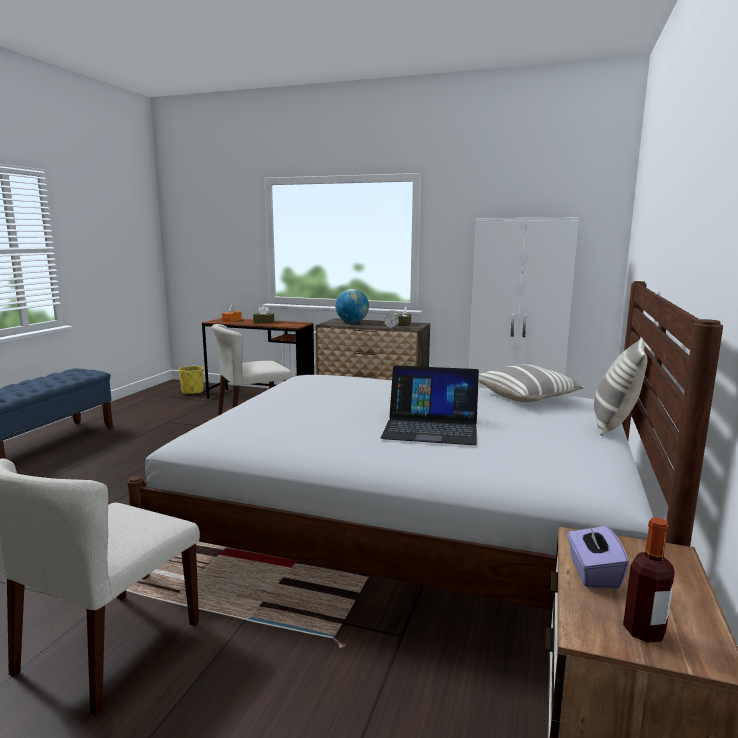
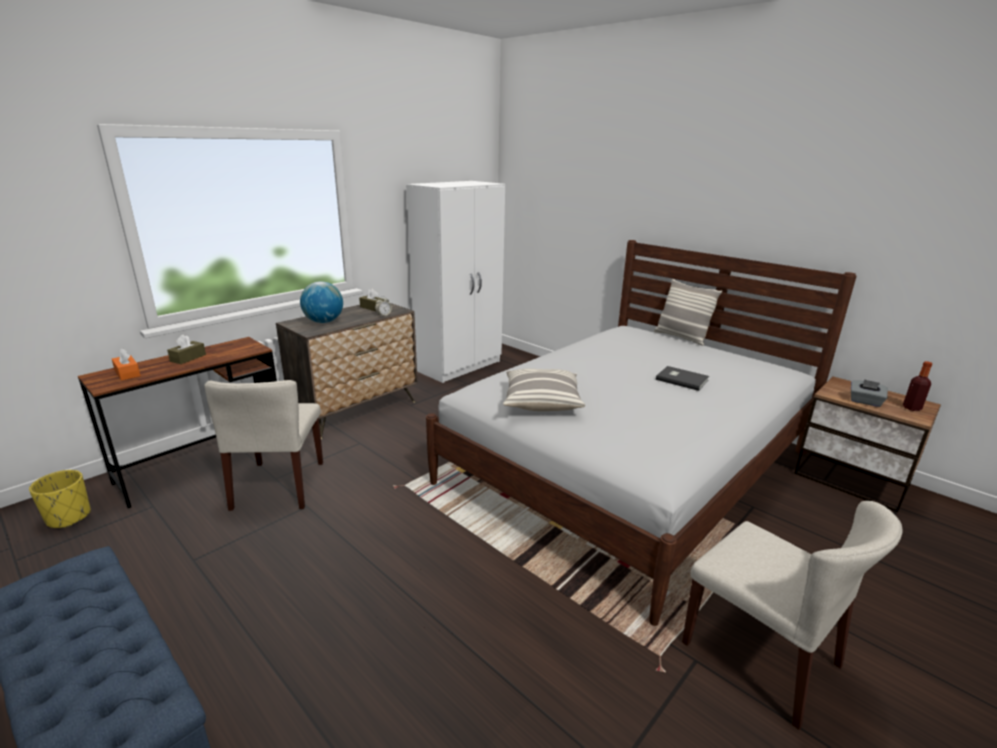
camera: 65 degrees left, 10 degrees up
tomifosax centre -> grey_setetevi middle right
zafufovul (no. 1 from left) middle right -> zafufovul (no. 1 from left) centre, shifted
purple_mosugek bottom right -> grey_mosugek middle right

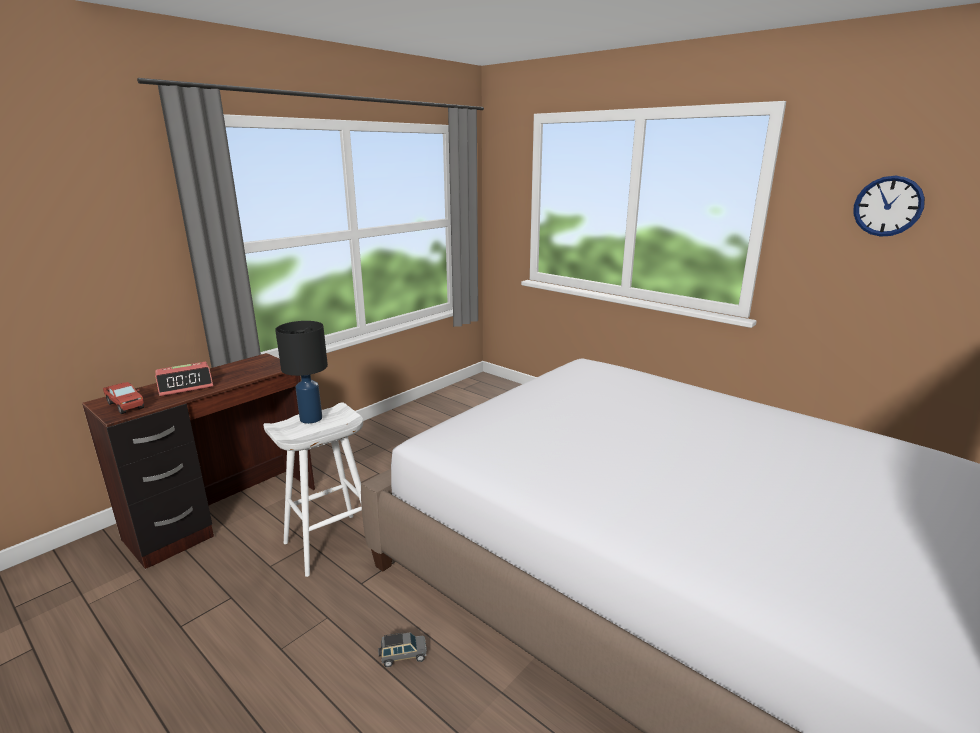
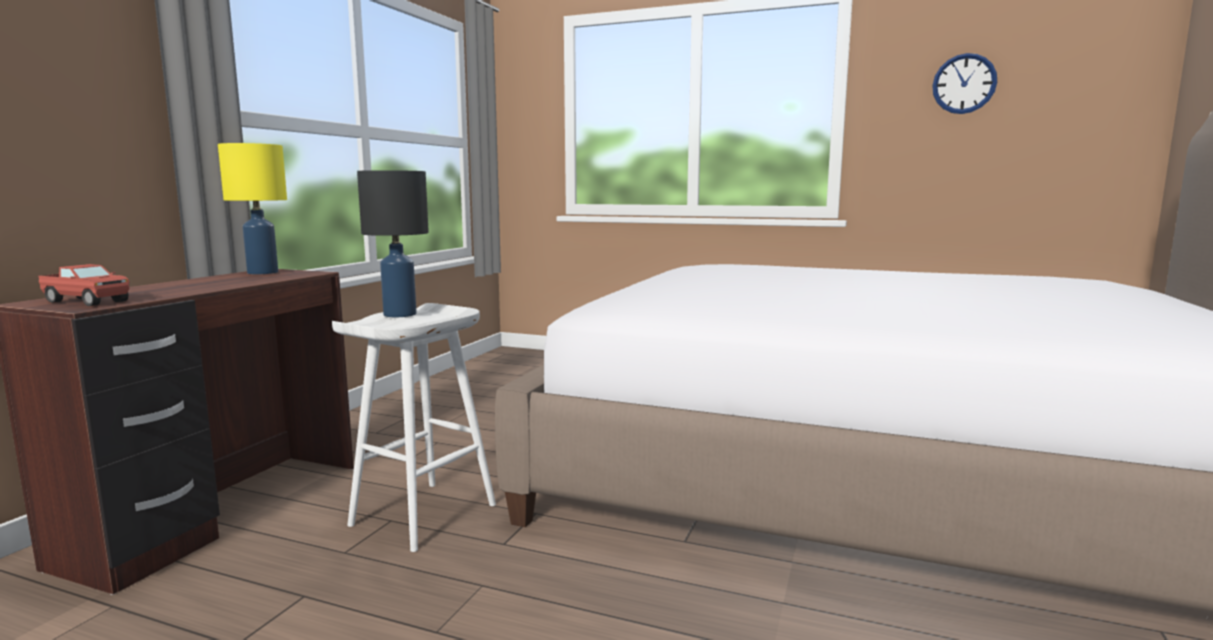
camera: 20 degrees left, 10 degrees down
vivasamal middle left -> none
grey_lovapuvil bottom centre -> none
none -> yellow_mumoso top left

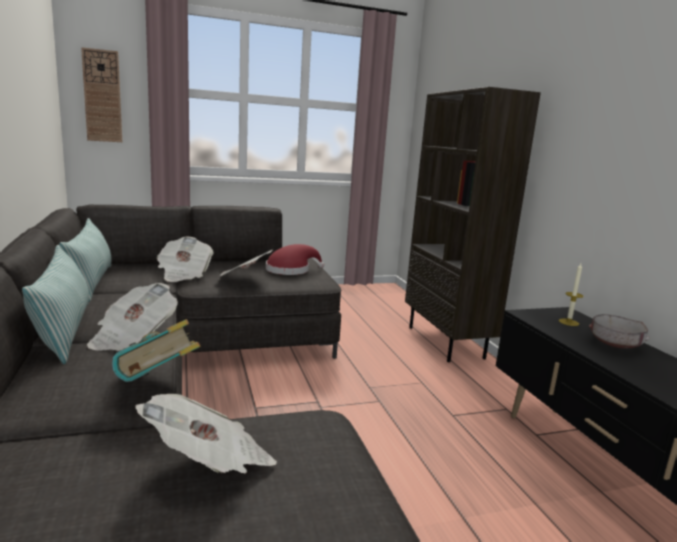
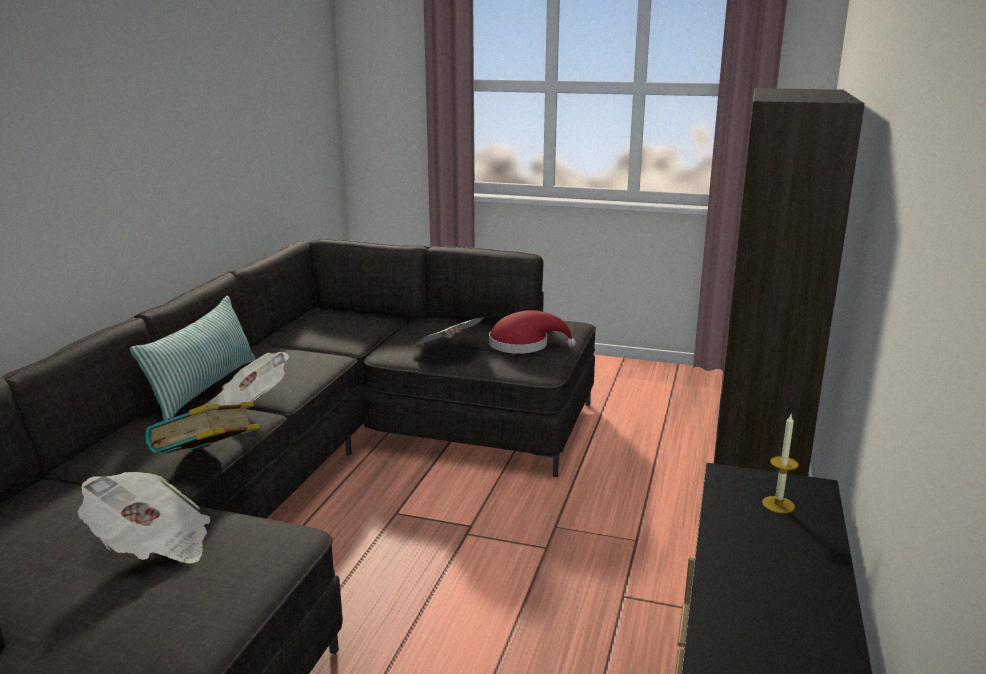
camera: 35 degrees right, 5 degrees up
zafufovul (no. 2 from left) middle left -> none
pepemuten top left -> none
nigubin (no. 2 from left) middle left -> none
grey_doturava middle right -> none

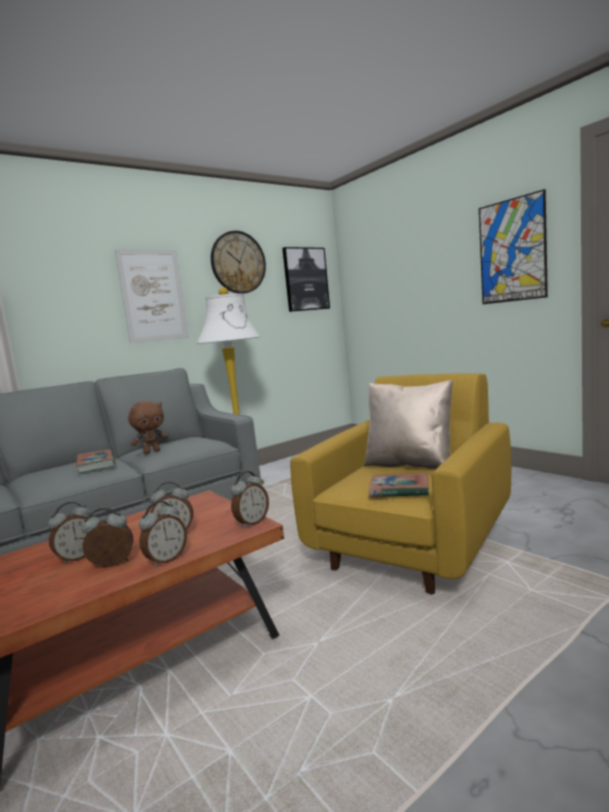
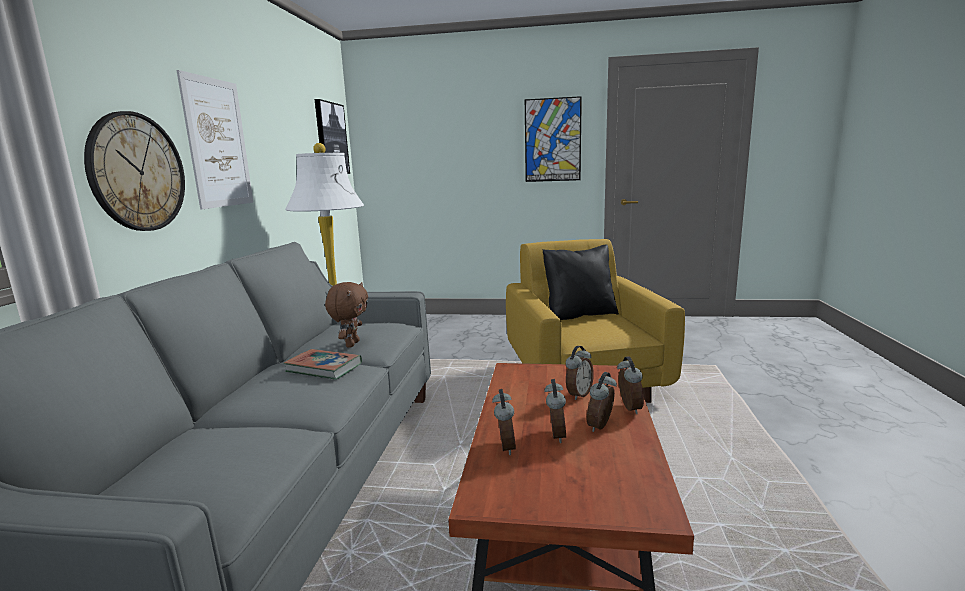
camera: 45 degrees left, 5 degrees up
pepemuten top centre -> pepemuten top left, shifted
vivasamal (no. 5 from left in the first image) centre -> vivasamal (no. 1 from left) bottom centre, shifted
beige_zafufovul middle right -> black_zafufovul centre
setetevi (no. 2 from left) centre -> none

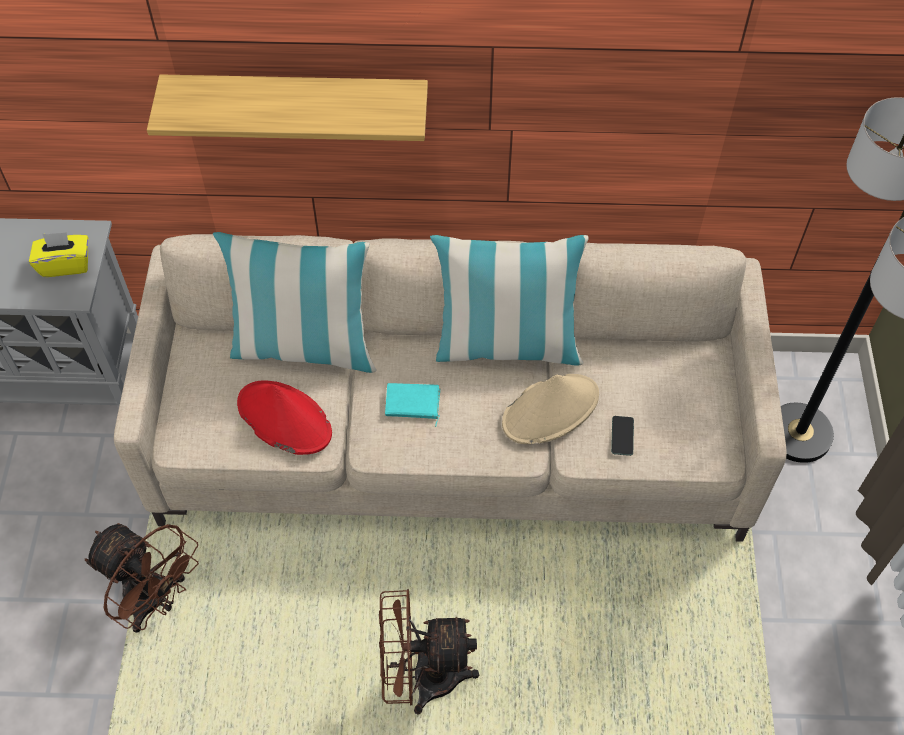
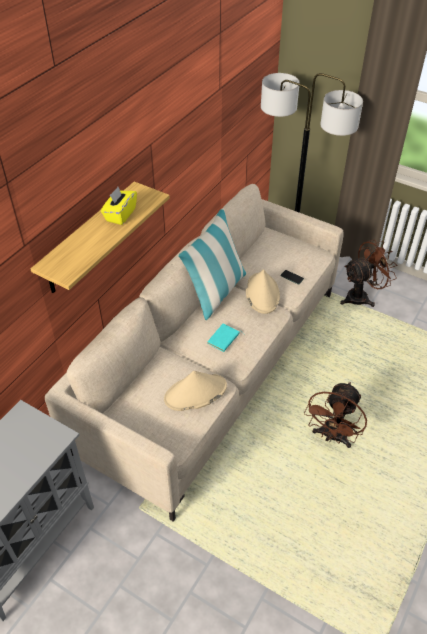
camera: 60 degrees left, 10 degrees down
yellow_mosugek middle left -> yellow_mosugek top left, shifted
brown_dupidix (no. 1 from left in the first image) bottom left -> brown_dupidix (no. 2 from left) middle right, shifted
zafufovul (no. 1 from left) middle left -> none
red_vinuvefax middle left -> beige_vinuvefax (no. 1 from left) centre

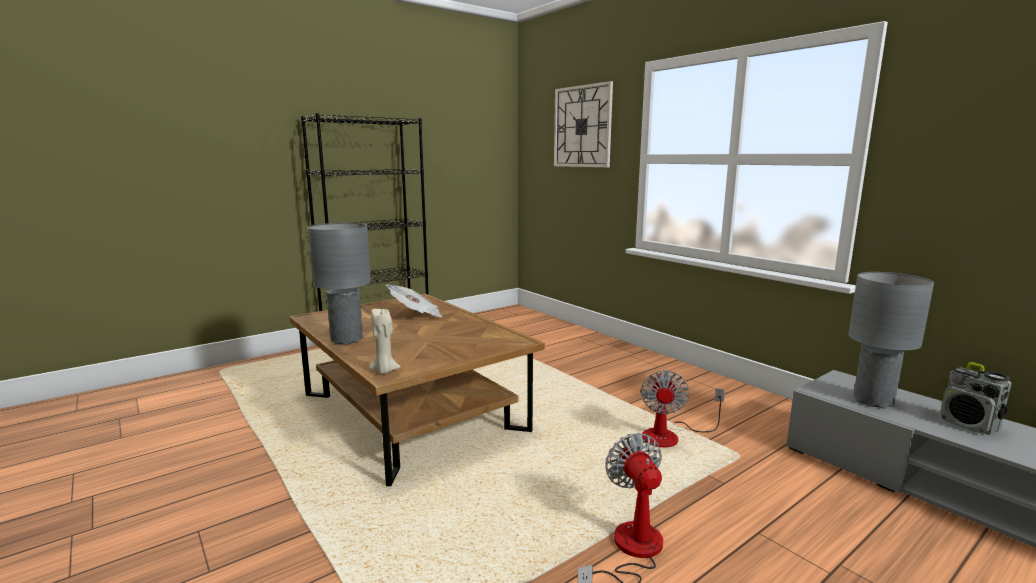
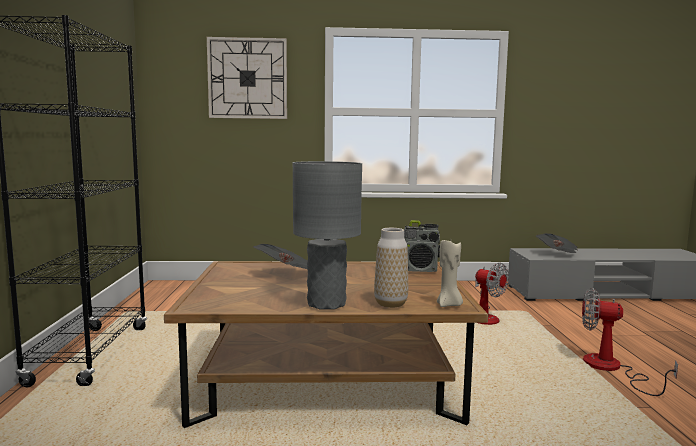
camera: 55 degrees left, 5 degrees down
grey_mumoso (no. 2 from left) middle right -> nigubin (no. 2 from left) middle right
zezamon bottom right -> zezamon centre, shifted
none -> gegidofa centre

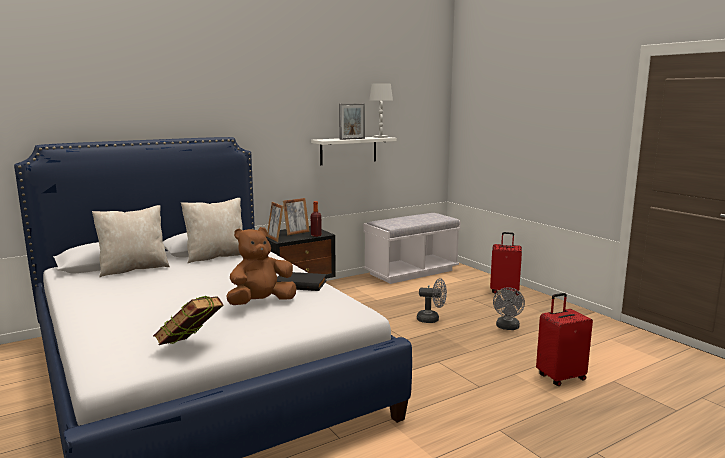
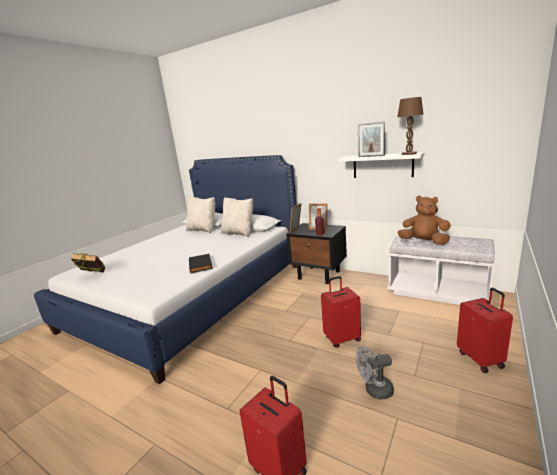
camera: 65 degrees right, 5 degrees up
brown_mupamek centre -> brown_mupamek middle right, shifted
white_mumoso top centre -> brown_mumoso top right
grey_dupidix (no. 1 from left) centre -> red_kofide (no. 2 from left) centre

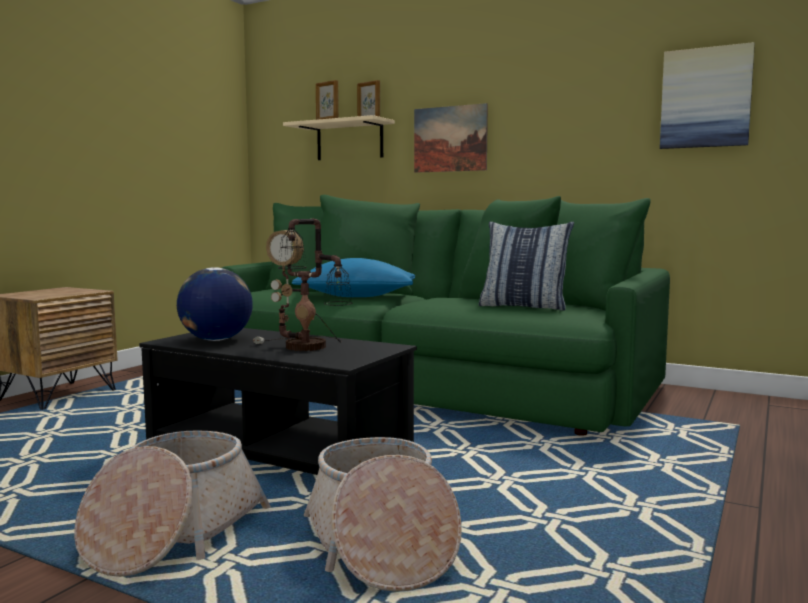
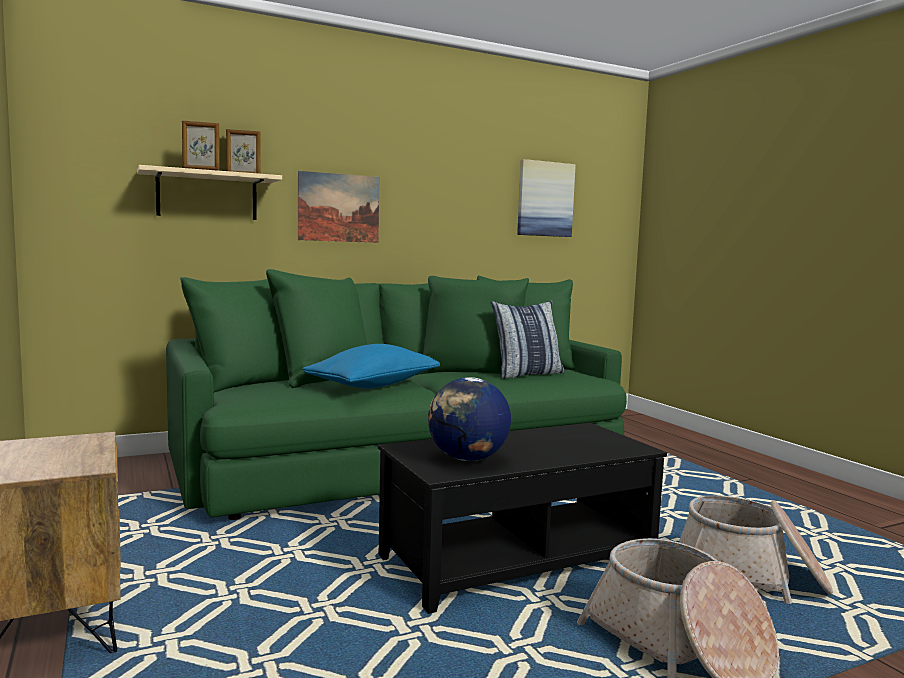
camera: 55 degrees left, 0 degrees up
mumoso centre -> none

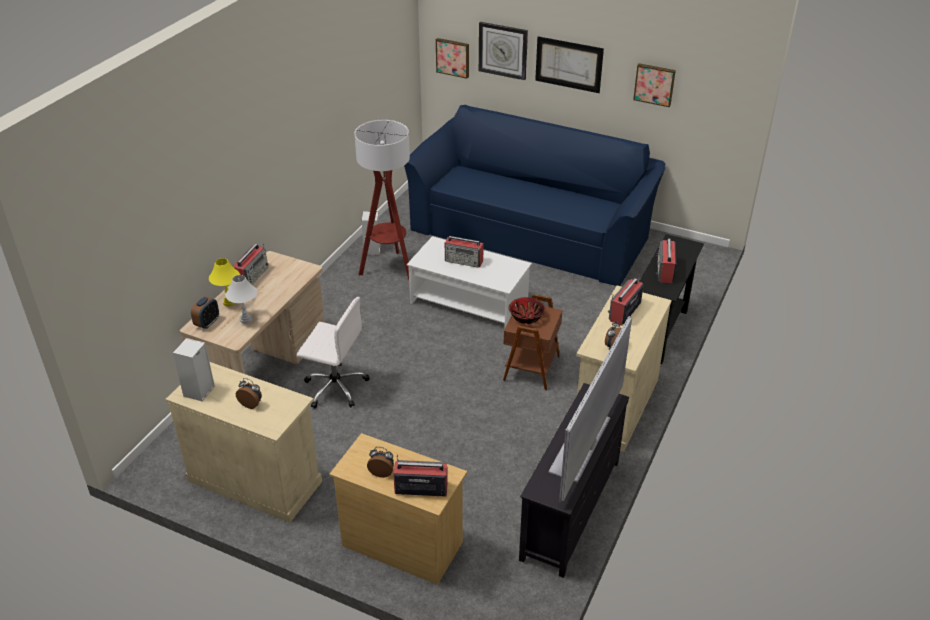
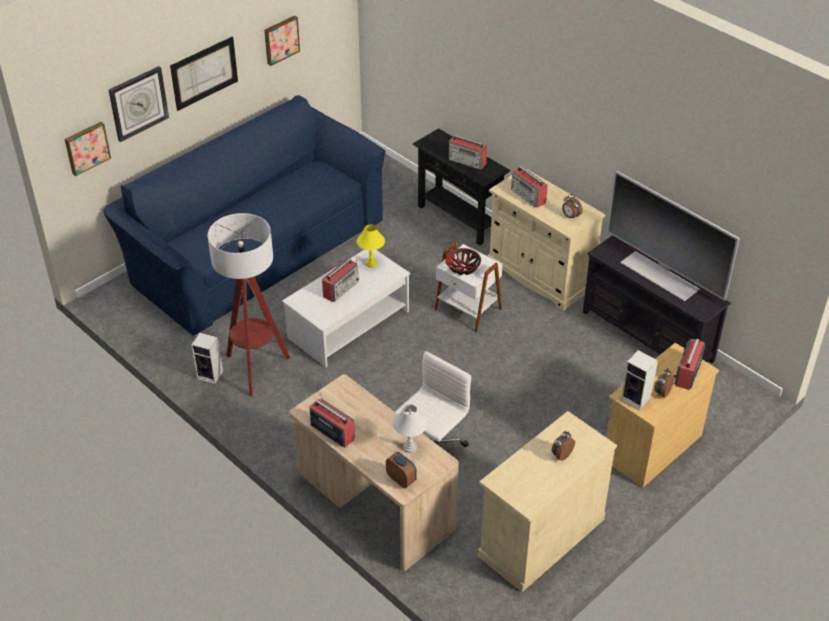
camera: 70 degrees left, 5 degrees up
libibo (no. 1 from left in the first image) middle left -> libibo (no. 2 from left) middle right, shifted
yellow_mumoso middle left -> yellow_mumoso centre, shifted
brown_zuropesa centre -> white_zuropesa centre

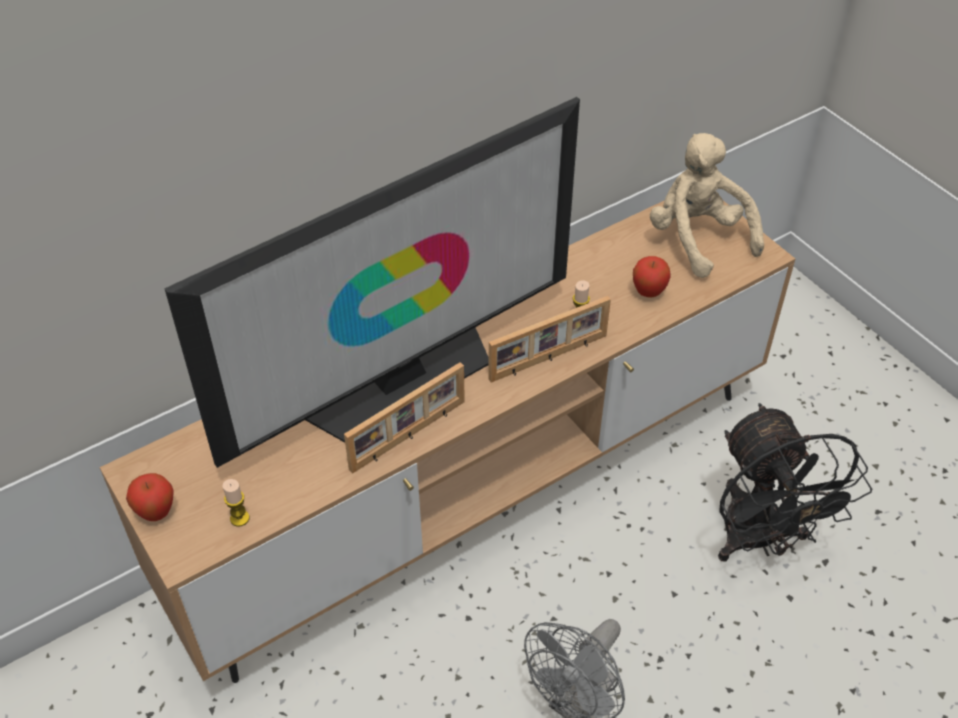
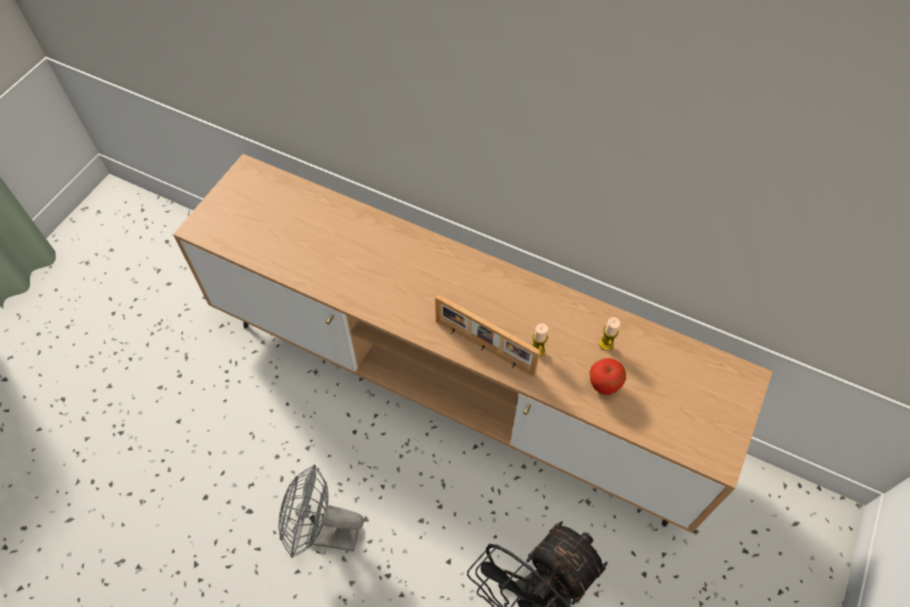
camera: 60 degrees right, 10 degrees up
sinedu (no. 1 from left) bottom left -> none
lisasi centre -> none
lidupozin (no. 1 from left in the first image) bottom left -> lidupozin (no. 2 from left) middle right, shifted
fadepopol (no. 1 from left) centre -> none
beige_mupamek top right -> none

